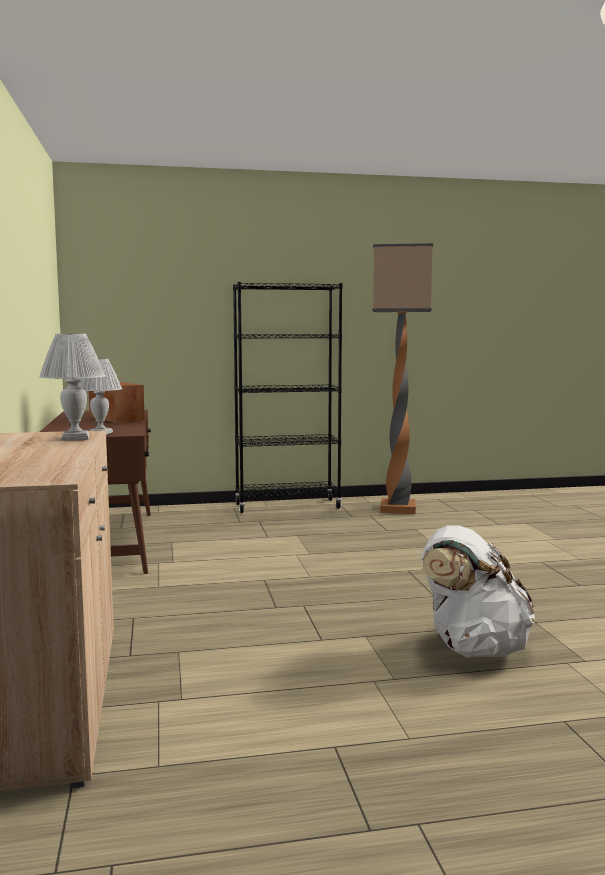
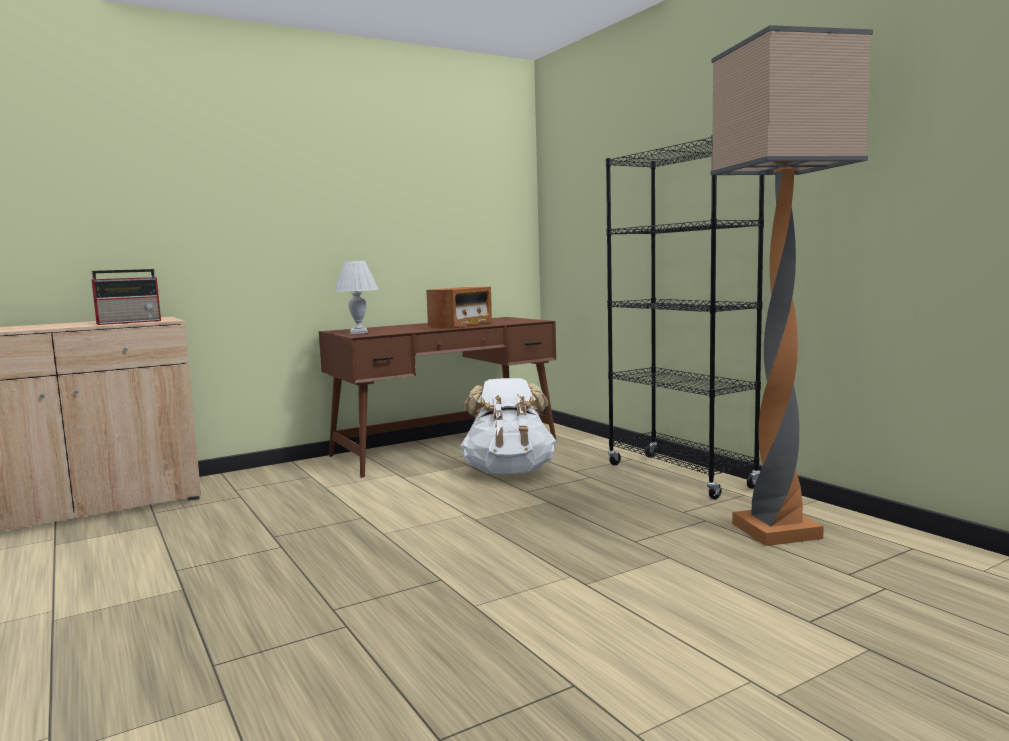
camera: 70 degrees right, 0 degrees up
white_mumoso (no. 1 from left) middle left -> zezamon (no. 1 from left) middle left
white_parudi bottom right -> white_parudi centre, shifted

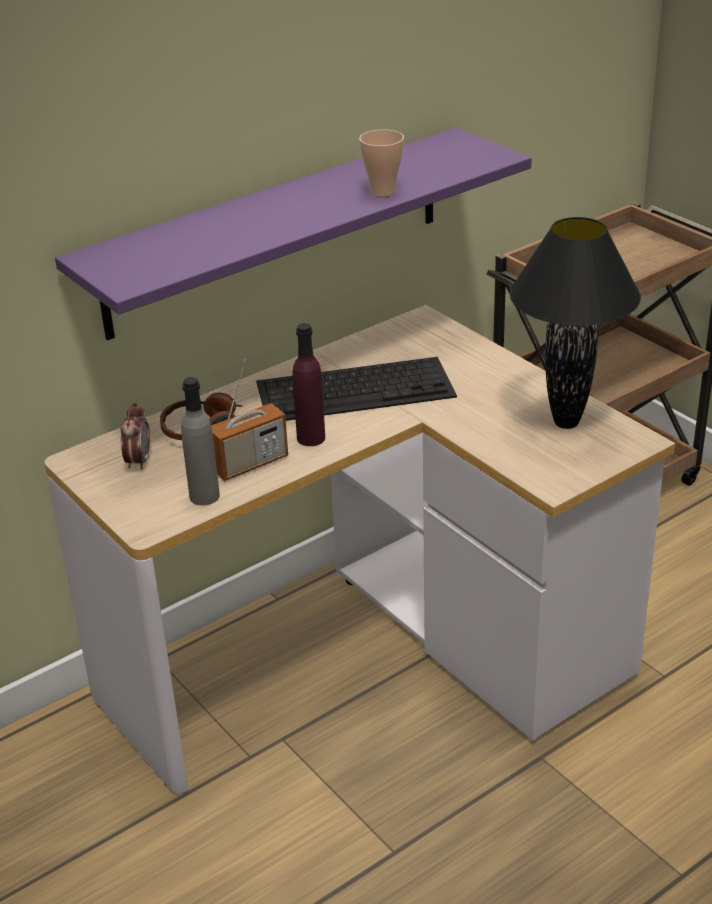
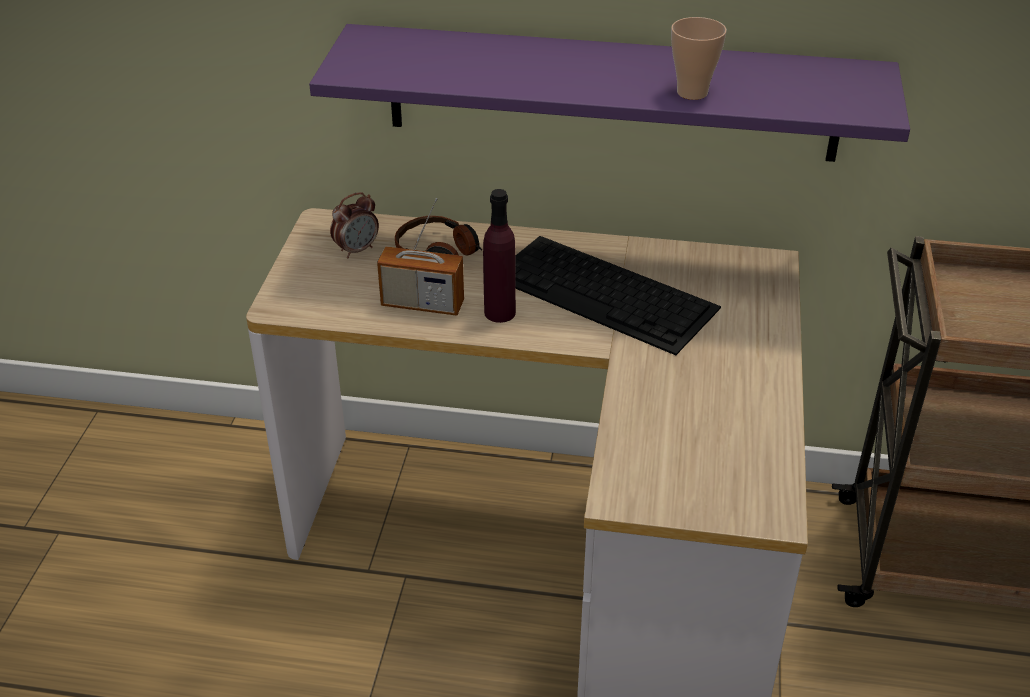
camera: 45 degrees right, 5 degrees up
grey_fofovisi middle left -> none
black_mumoso middle right -> none

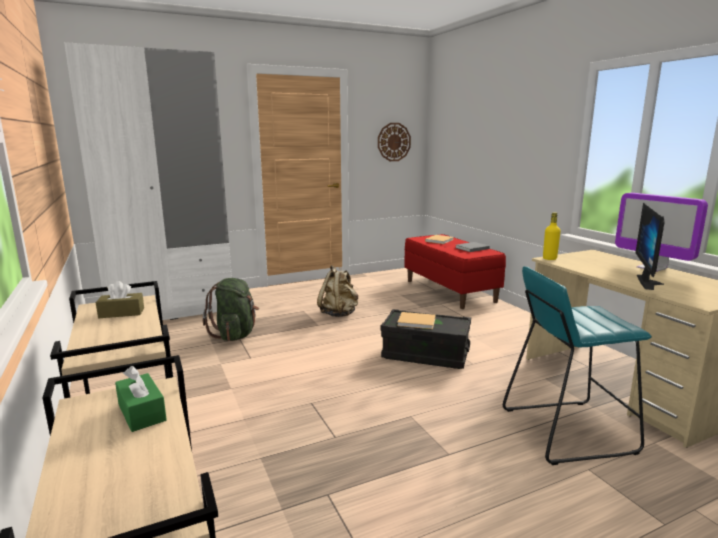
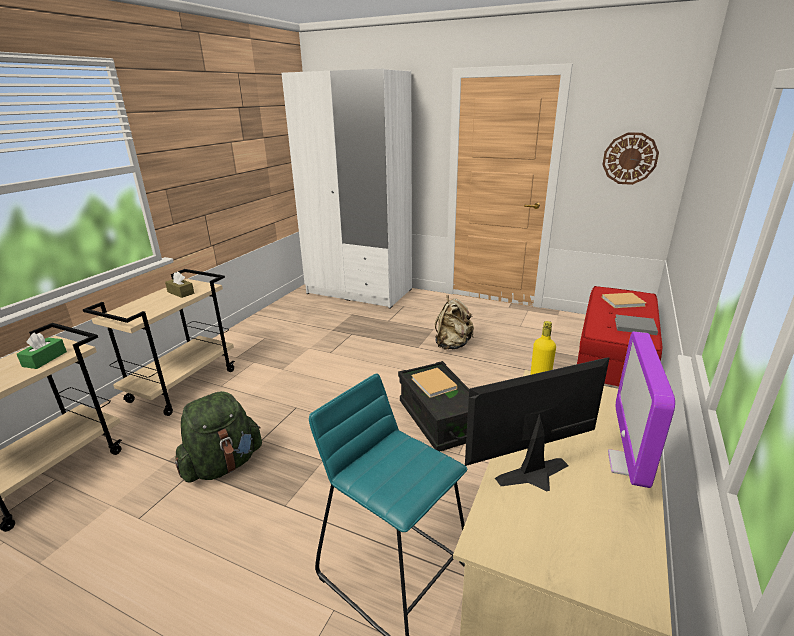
camera: 50 degrees right, 10 degrees up
green_parudi middle left -> green_parudi bottom left, shifted

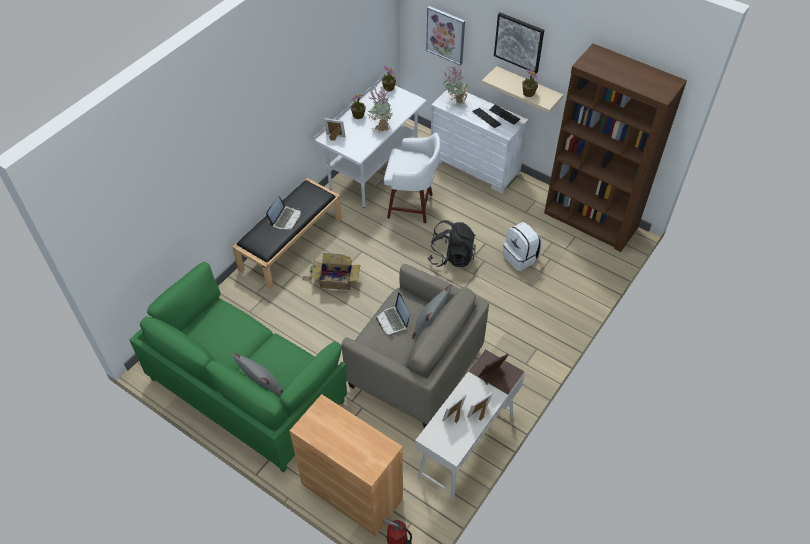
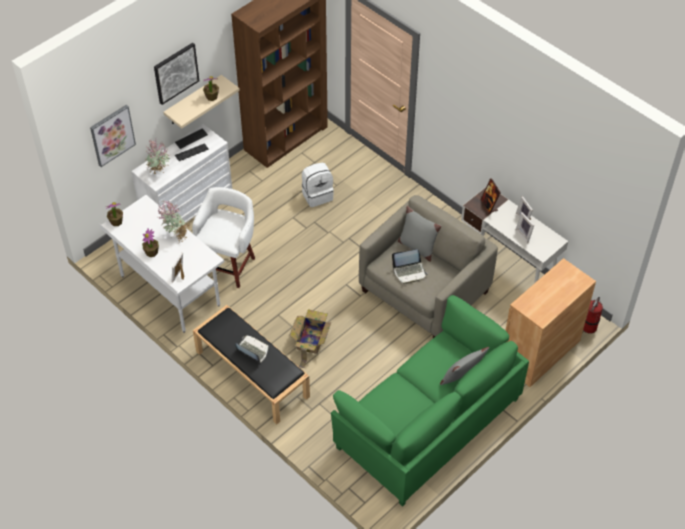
camera: 80 degrees left, 0 degrees up
black_parudi centre -> none

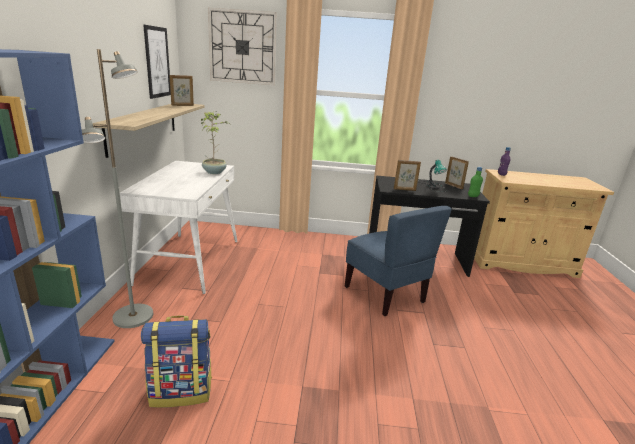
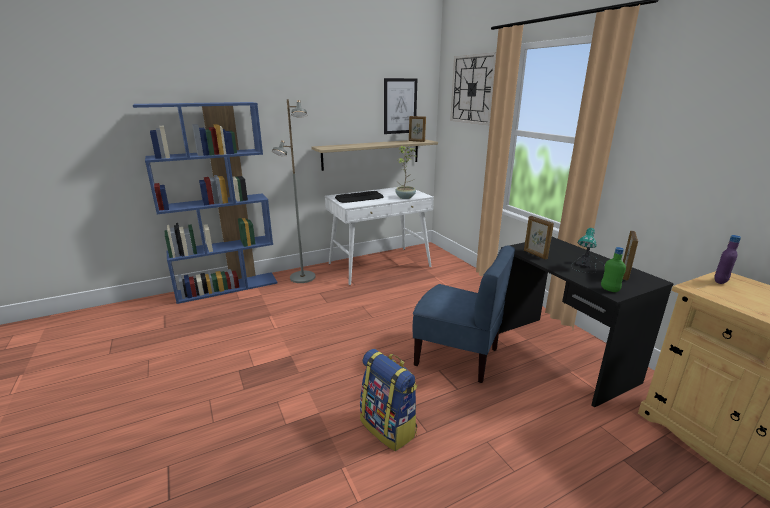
camera: 60 degrees right, 0 degrees up
parudi bottom left -> parudi bottom centre, shifted
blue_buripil centre, 90 degrees counterclockwise
none -> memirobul centre

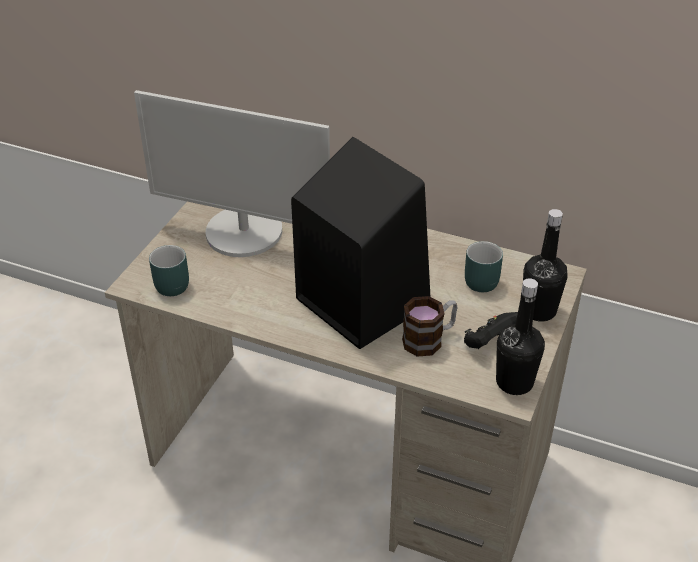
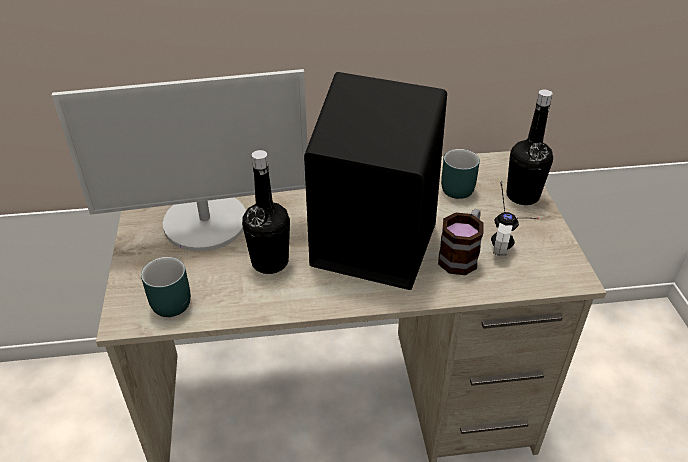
camera: 30 degrees left, 0 degrees up
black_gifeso middle right -> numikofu middle right
black_fofovisi (no. 1 from left) middle right -> black_fofovisi (no. 1 from left) centre, shifted

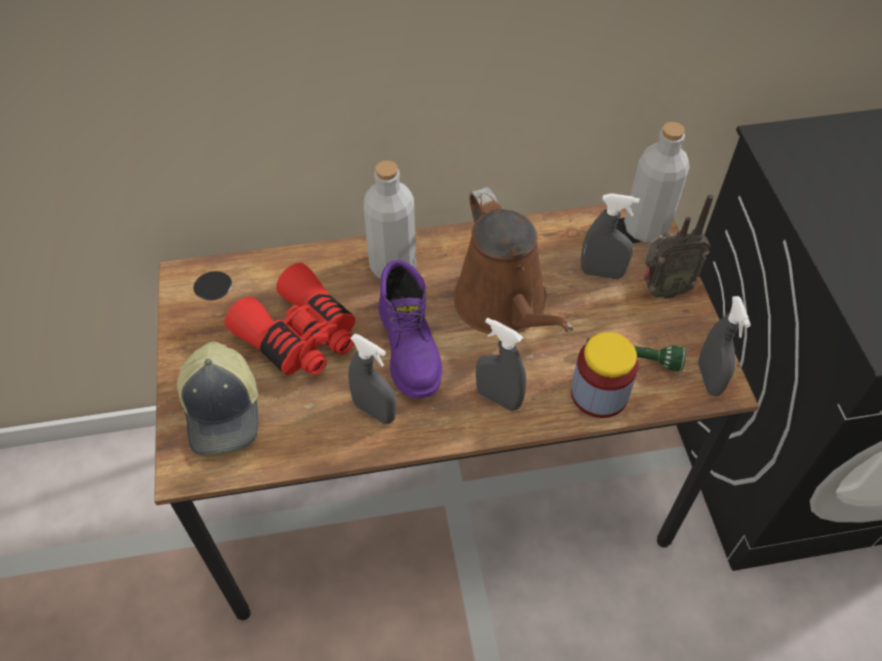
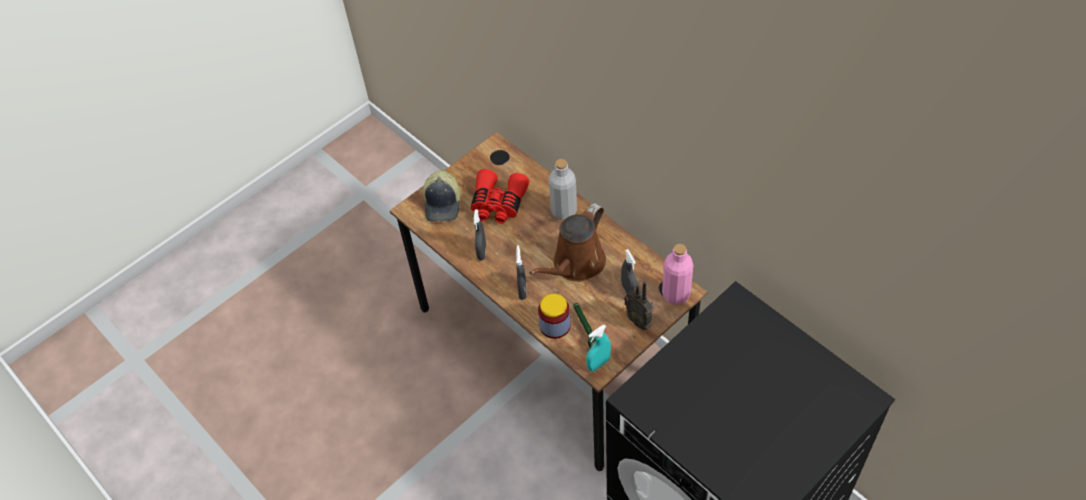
camera: 60 degrees right, 0 degrees up
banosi middle left -> banosi centre, 45 degrees counterclockwise
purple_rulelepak centre -> none
grey_fofovisi (no. 2 from left) top right -> pink_fofovisi centre
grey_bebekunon (no. 4 from left) middle right -> turquoise_bebekunon bottom centre

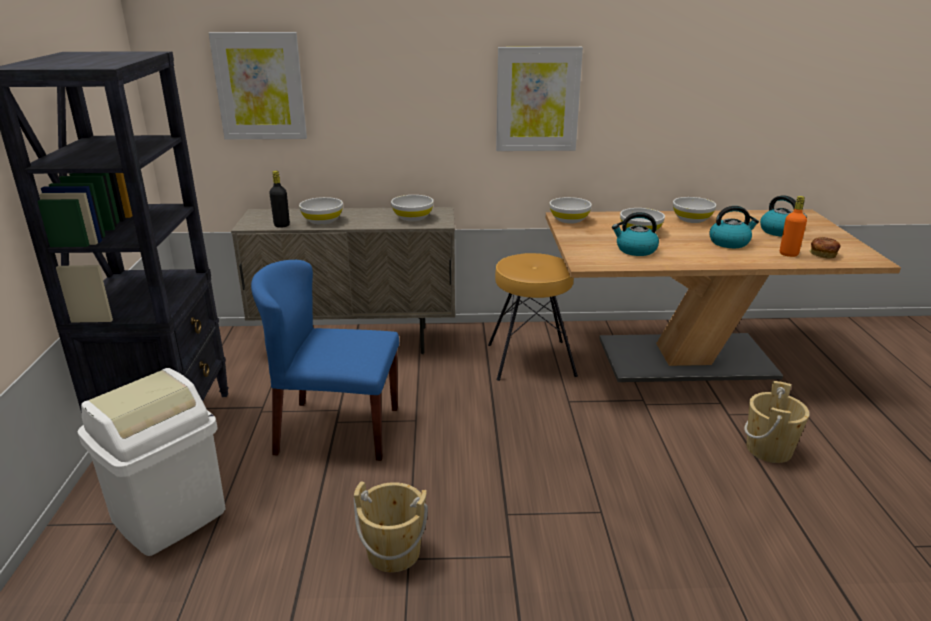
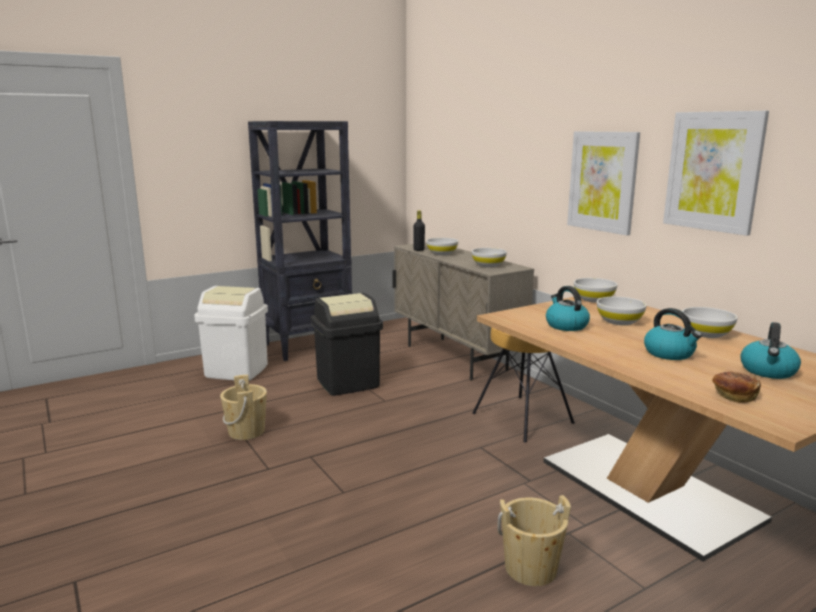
camera: 60 degrees right, 10 degrees down
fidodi (no. 1 from left in the first image) top left -> fidodi (no. 2 from left) top right, shifted
blue_buripil centre -> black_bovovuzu centre
orange_fofovisi middle right -> none

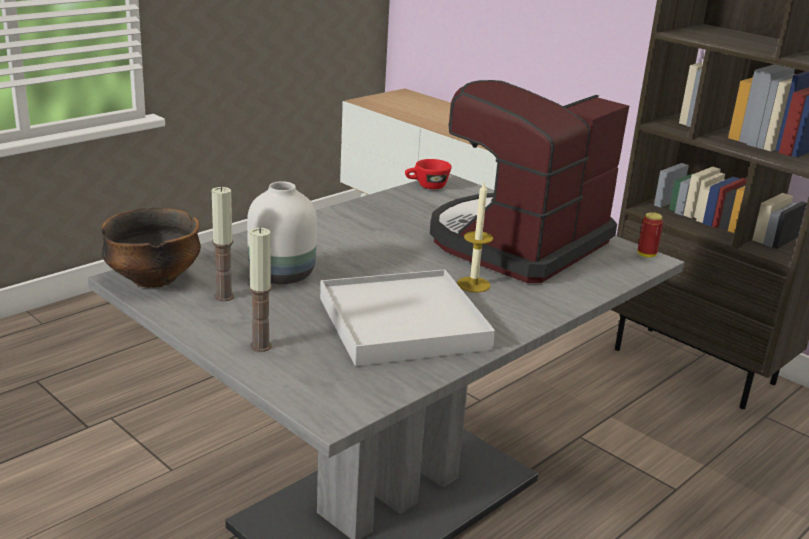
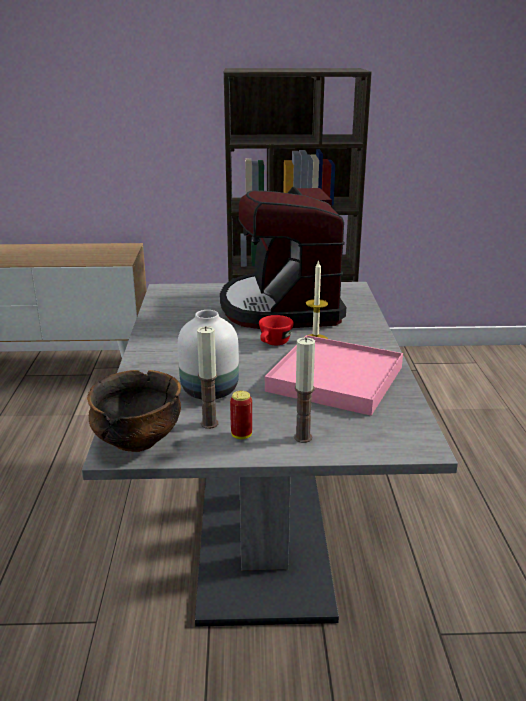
camera: 45 degrees left, 0 degrees up
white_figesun centre -> pink_figesun centre
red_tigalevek top centre -> red_tigalevek centre, shifted
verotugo middle right -> verotugo centre, shifted

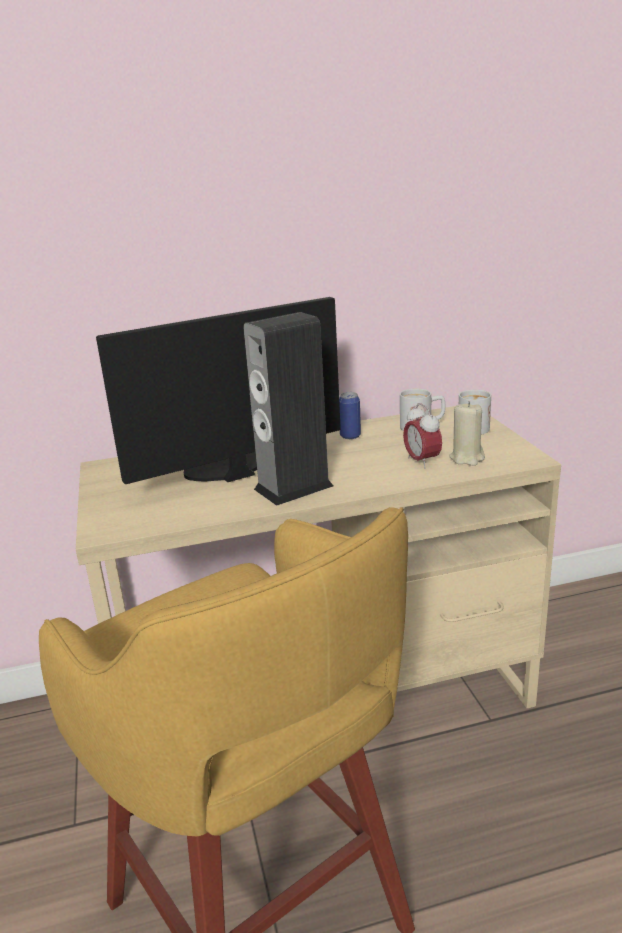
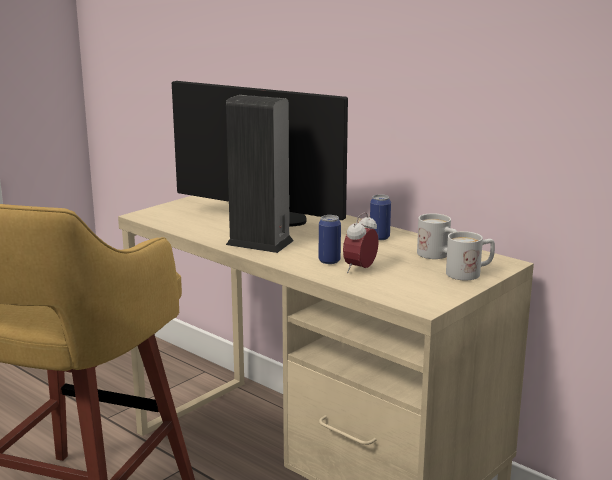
camera: 55 degrees right, 5 degrees down
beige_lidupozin middle right -> none
none -> verotugo (no. 1 from left) centre

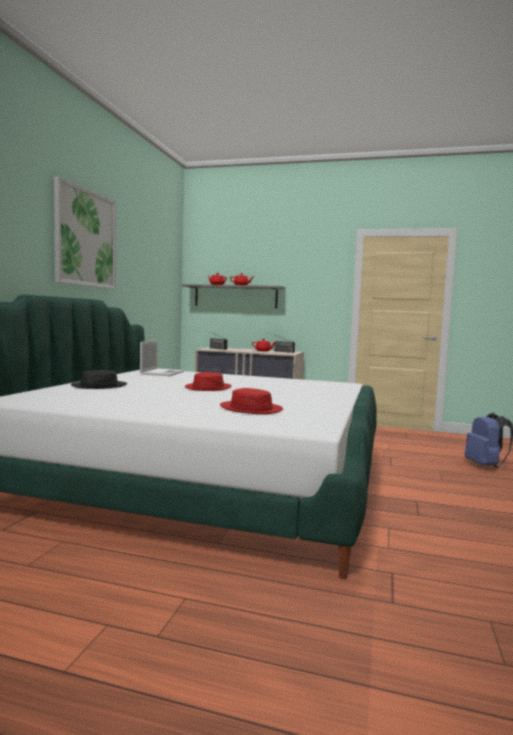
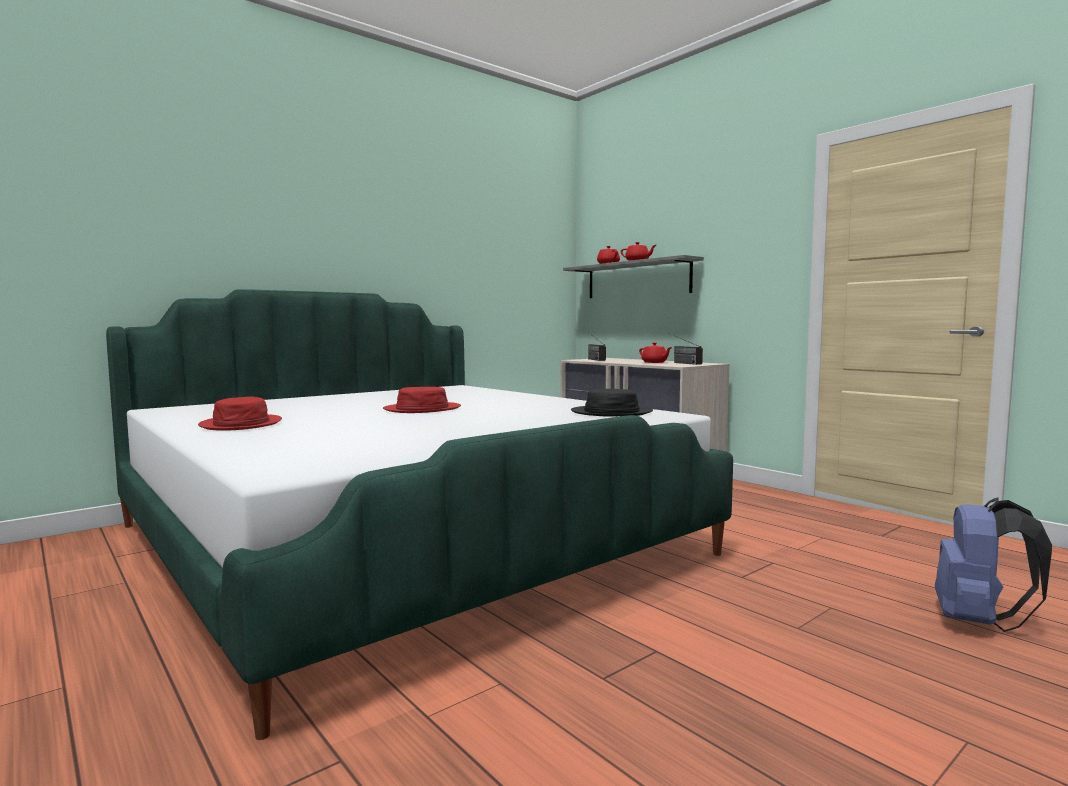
camera: 35 degrees right, 0 degrees up
fidodi top left -> none
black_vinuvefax middle left -> black_vinuvefax centre, shifted
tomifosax middle left -> none
red_vinuvefax (no. 2 from left in the first image) centre -> red_vinuvefax (no. 1 from left) middle left, shifted

